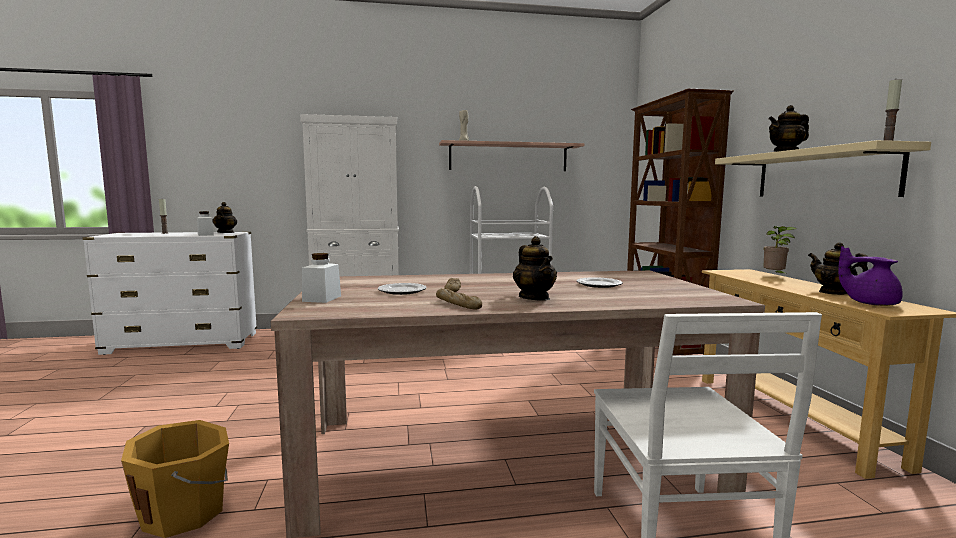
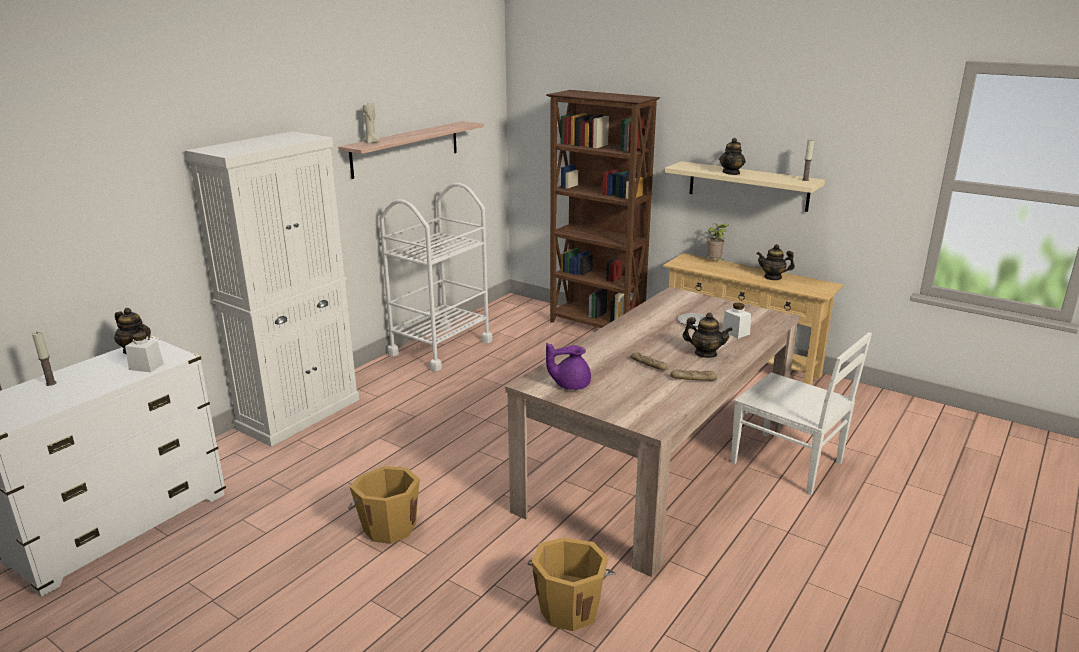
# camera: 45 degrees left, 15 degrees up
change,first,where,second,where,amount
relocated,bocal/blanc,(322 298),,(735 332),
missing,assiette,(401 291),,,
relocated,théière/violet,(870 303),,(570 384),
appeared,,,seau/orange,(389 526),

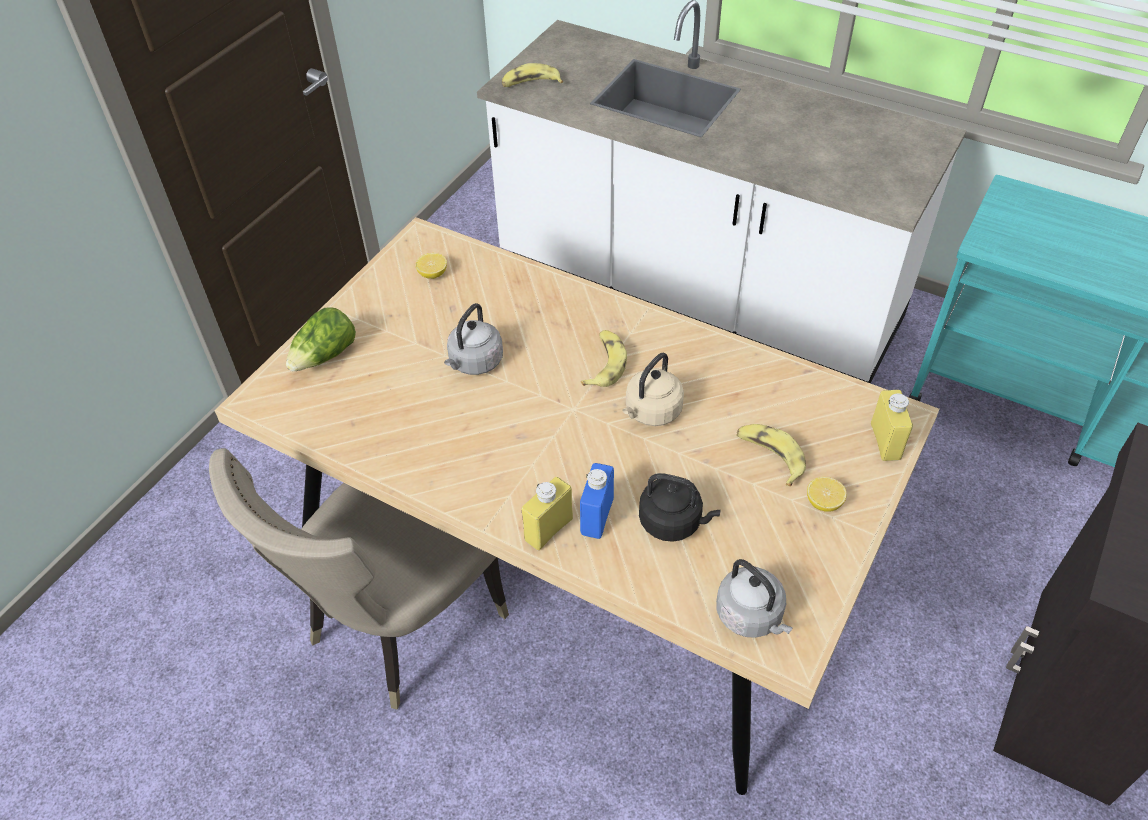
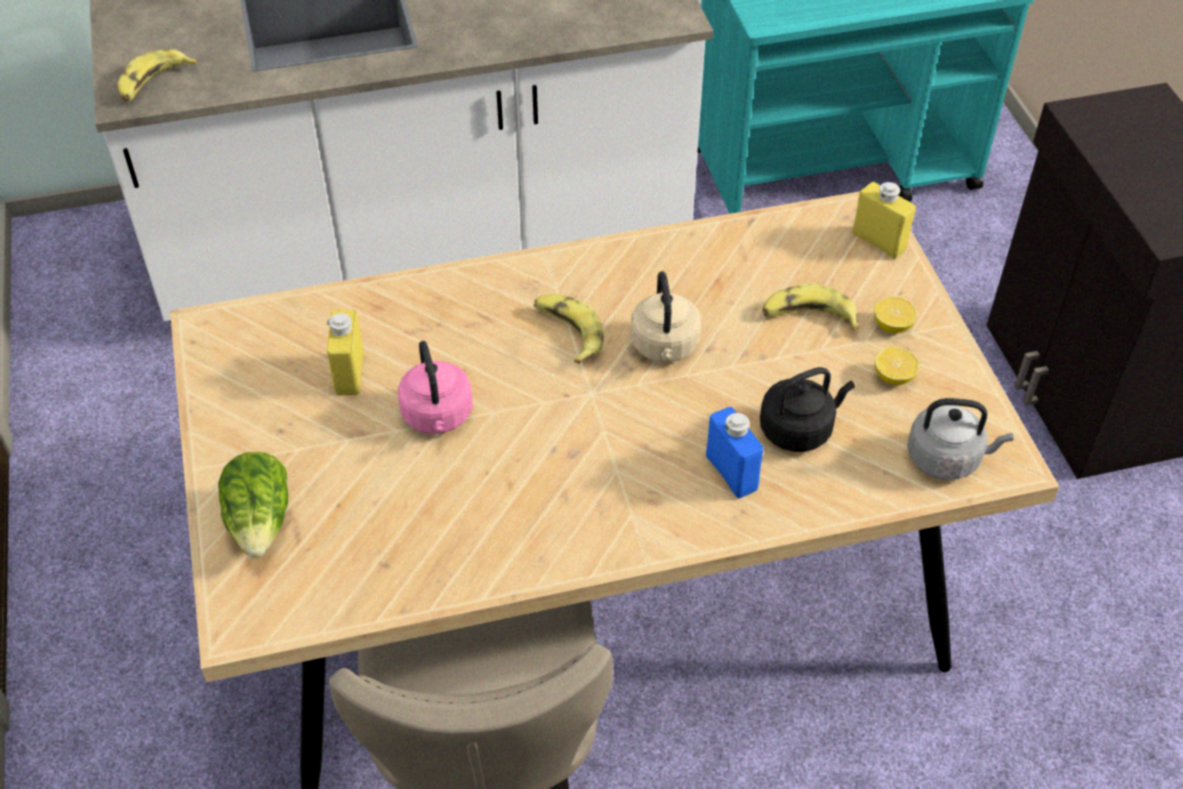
# camera: 45 degrees left, 0 degrees up
change,first,where,second,where,amount
relocated,citron,(433 274),,(894 377),
colour,bouilloire/gris,(474 363),bouilloire/rose,(438 417),
relocated,bouteille/jaune,(548 529),,(349 373),

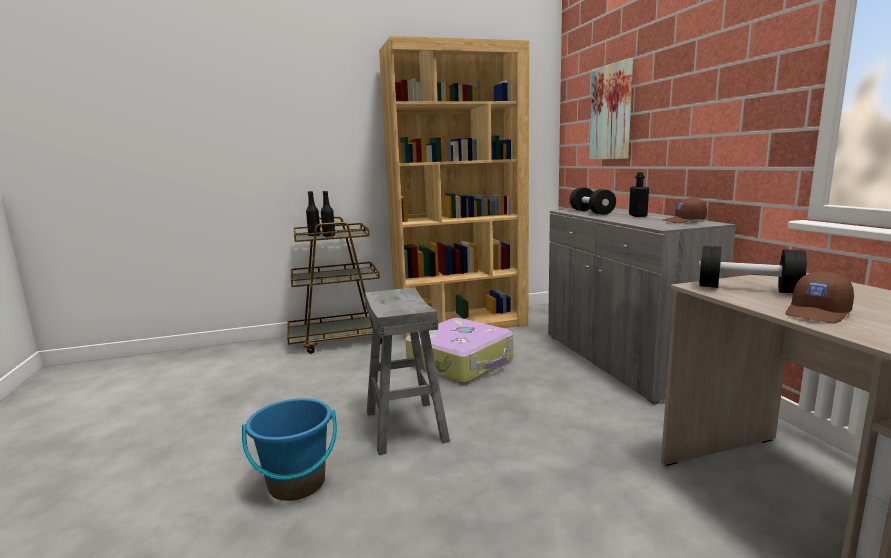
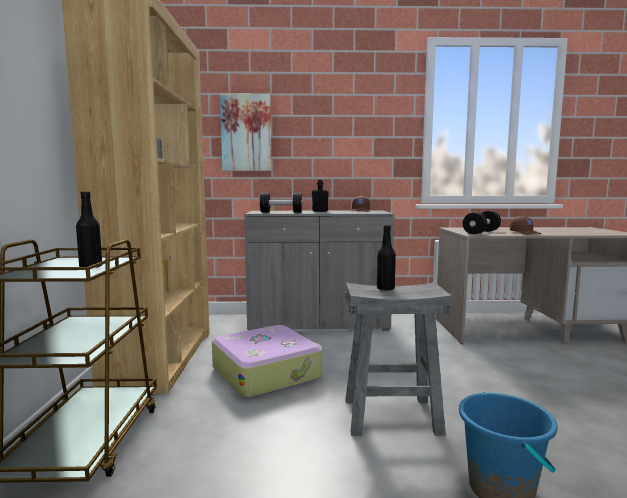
# camera: 75 degrees left, 5 degrees down
change,first,where,second,where,amount
relocated,bouteille/noir,(314 235),,(385 289),

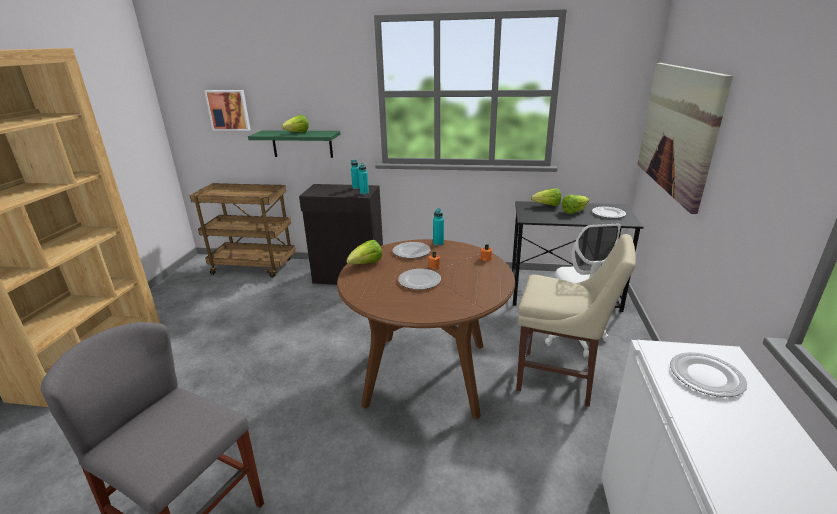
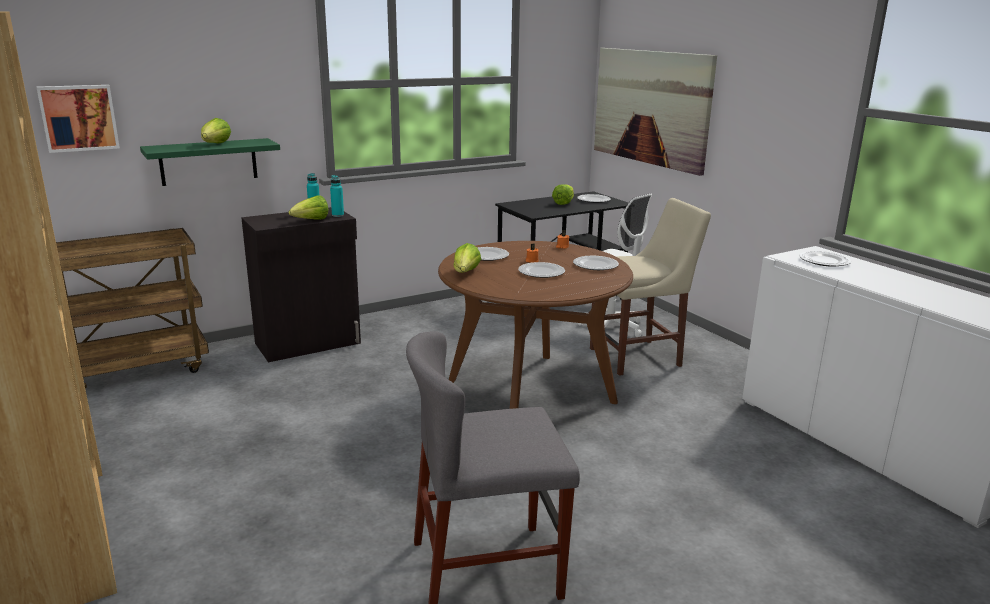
# camera: 40 degrees left, 5 degrees down
change,first,where,second,where,amount
missing,bouteille/turquoise,(438 243),,,
relocated,laitue,(547 206),,(311 220),
appeared,,,assiette,(596 265),

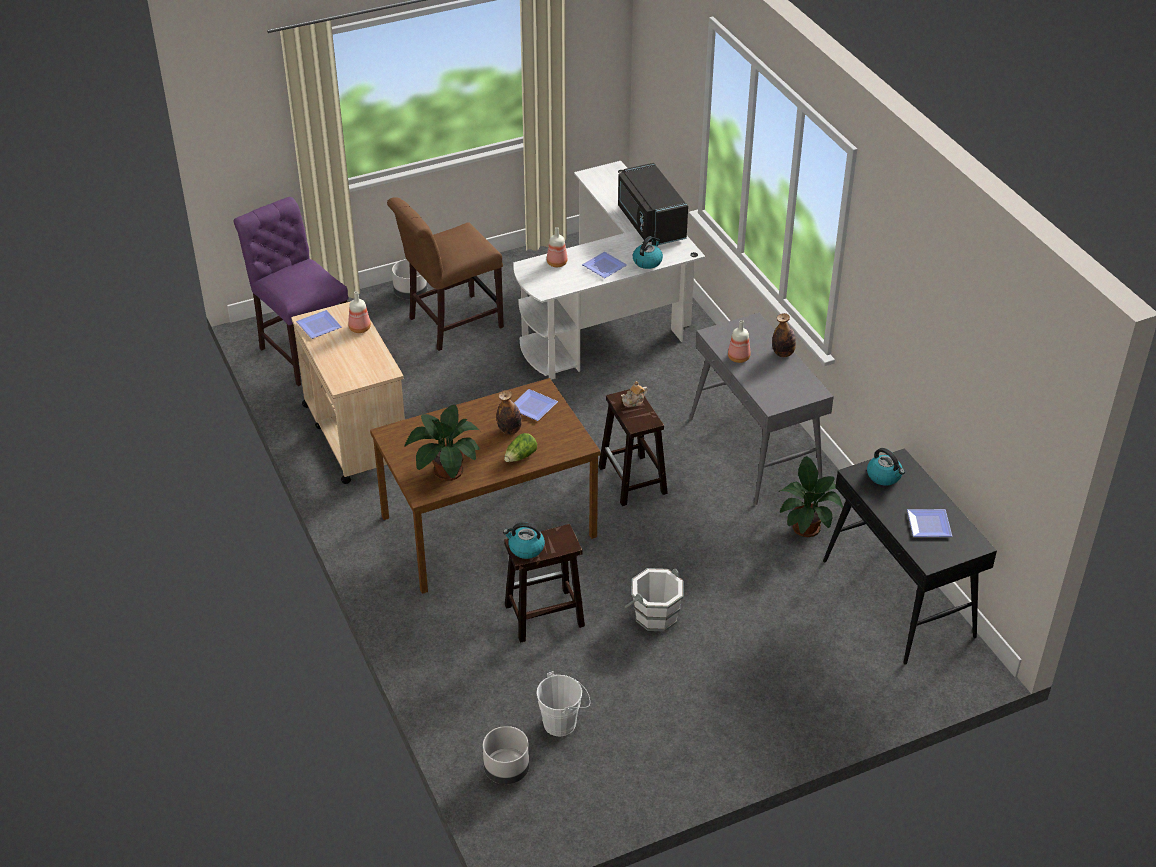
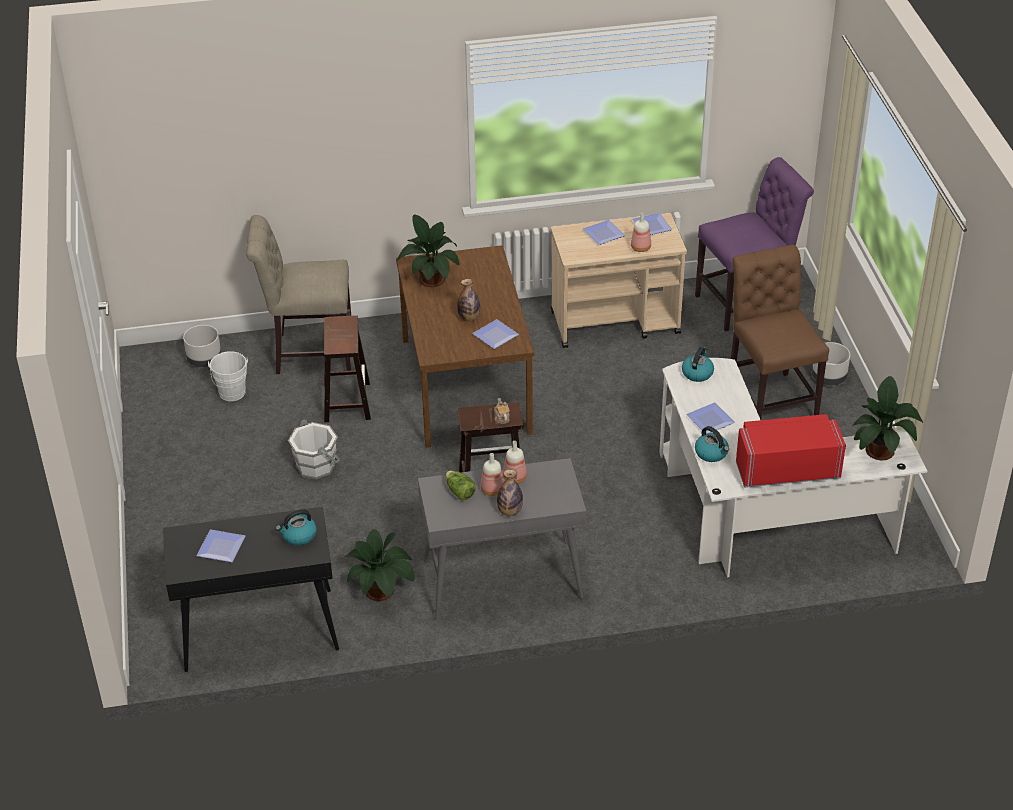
# camera: 105 degrees right, 0 degrees up
change,first,where,second,where,amount
relocated,bouilloire,(525 548),,(697 373),
relocated,laitue,(520 457),,(459 492),
relocated,bouteille,(556 263),,(492 489),
colour,micro-ondes/noir,(650 223),micro-ondes/rouge,(786 469),
appeared,,,chaise/beige,(308 352),
appeared,,,assiette,(603 235),
appeared,,,plante en pot,(881 449),

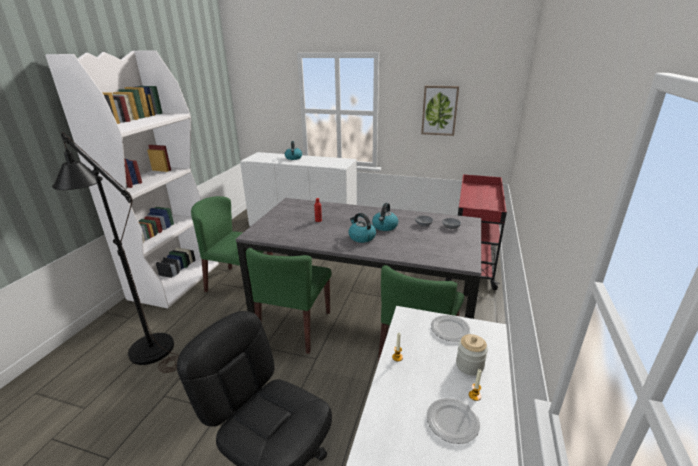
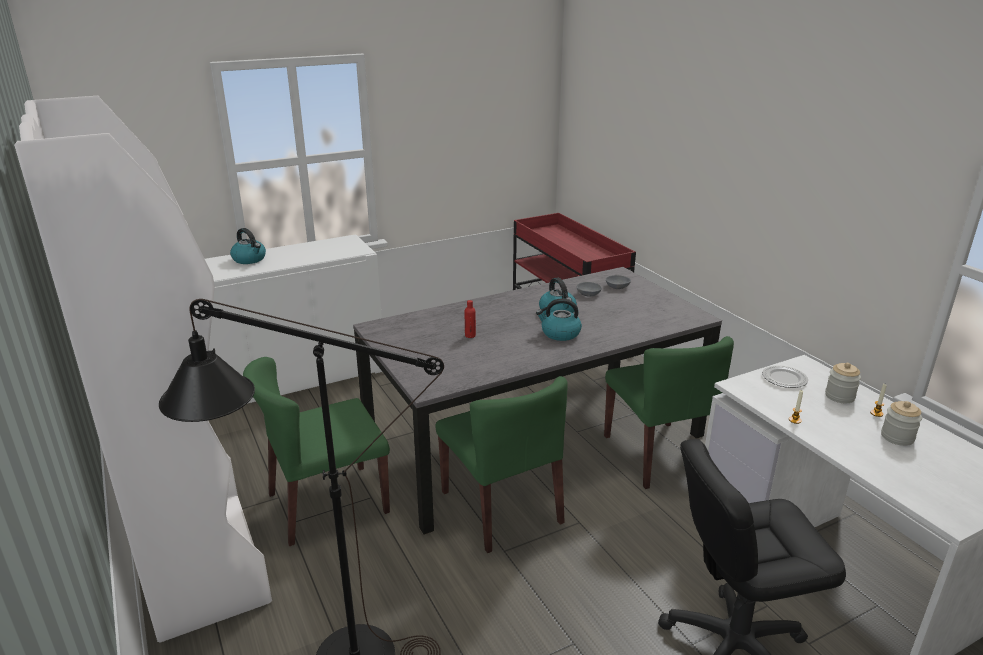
# camera: 45 degrees left, 0 degrees up
change,first,where,second,where,amount
missing,tableau,(439 110),,,
exchanged,assiette,(453 422),bocal,(897 437),

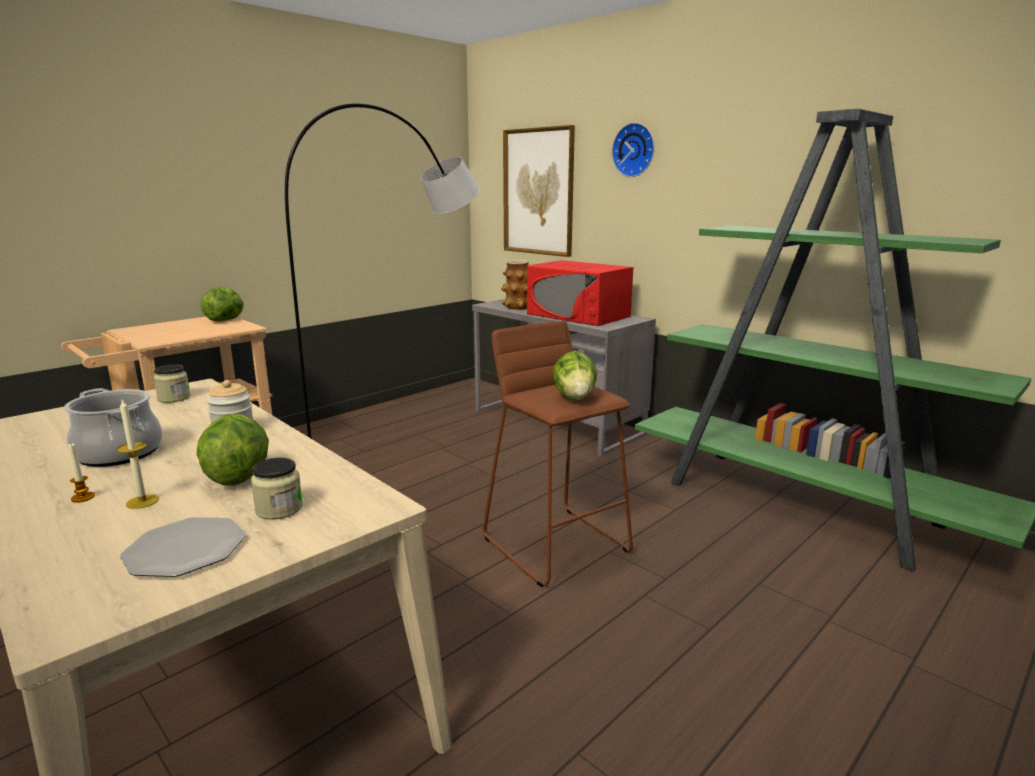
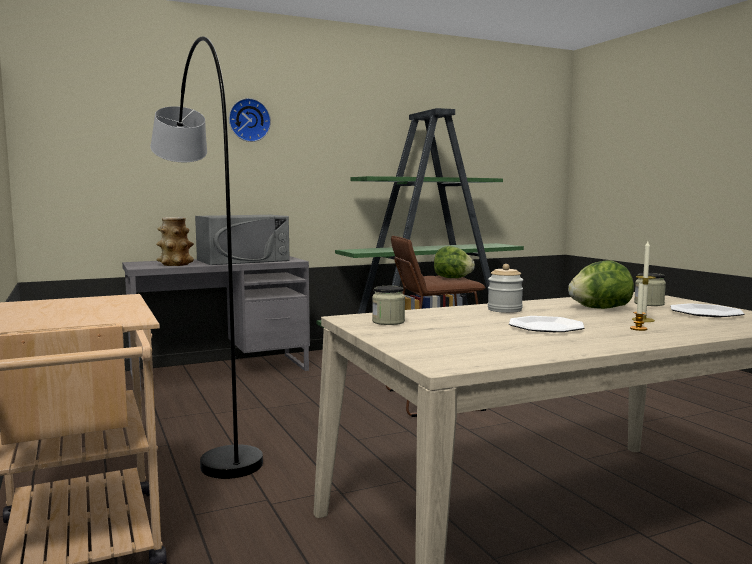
# camera: 70 degrees left, 10 degrees down
change,first,where,second,where,amount
exchanged,marmite,(119 453),assiette,(546 327),
missing,laitue,(226 320),,,
missing,tableau,(538 192),,,
colour,micro-ondes/rouge,(578 315),micro-ondes/gris,(243 260),

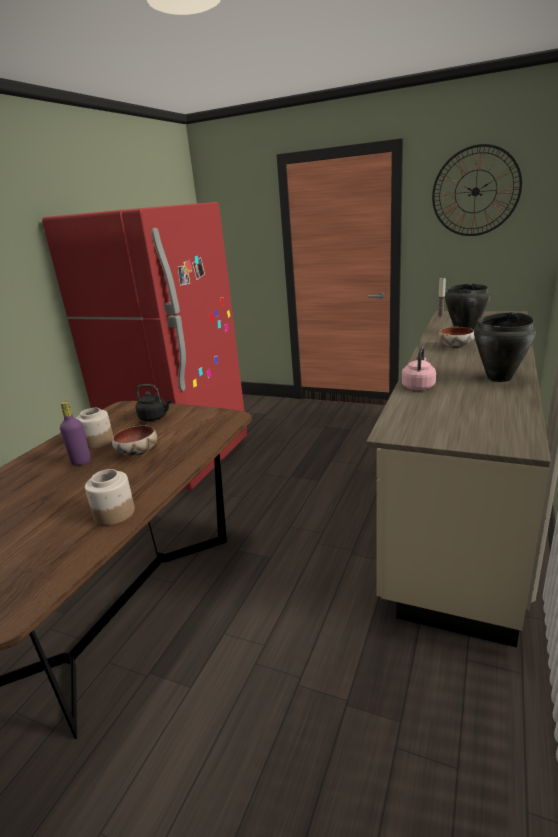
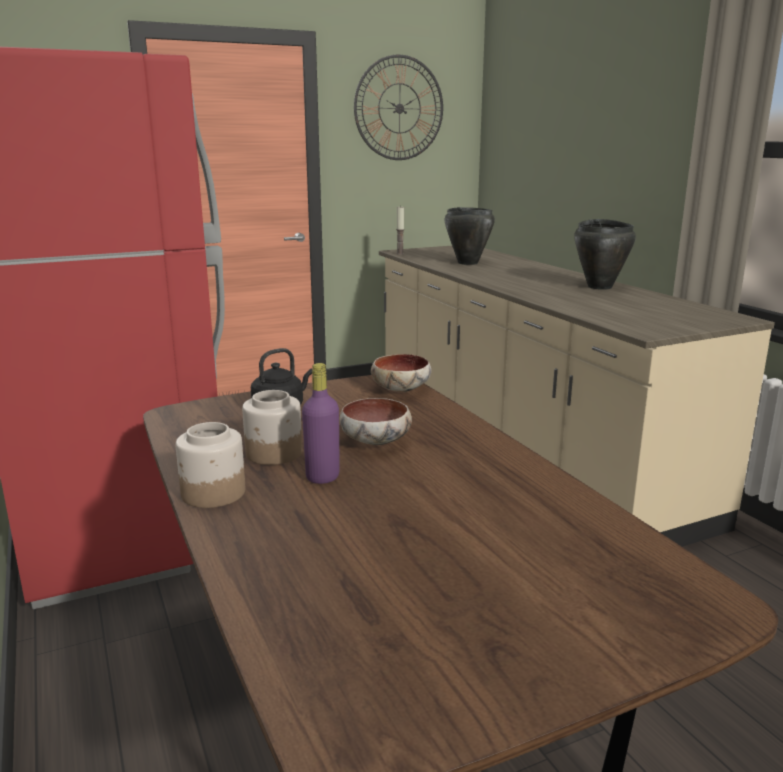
# camera: 50 degrees left, 5 degrees down
change,first,where,second,where,amount
relocated,bocal,(114 513),,(213 493),
missing,bouilloire/rose,(418 386),,,
relocated,bol,(456 346),,(400 389),

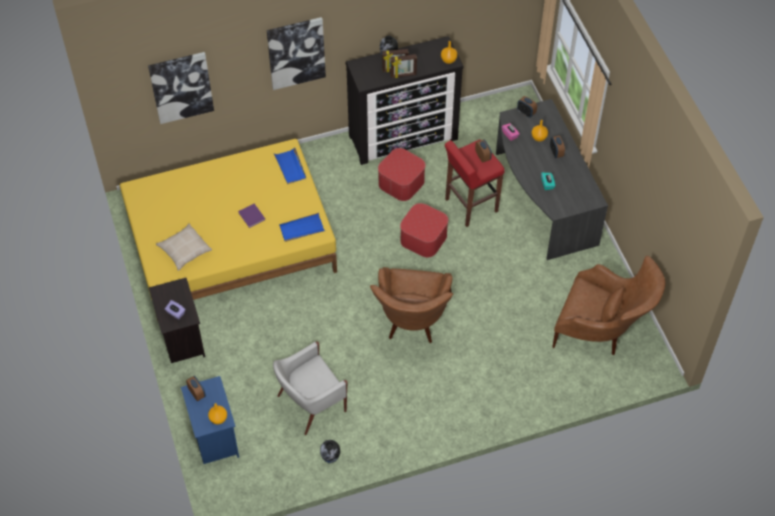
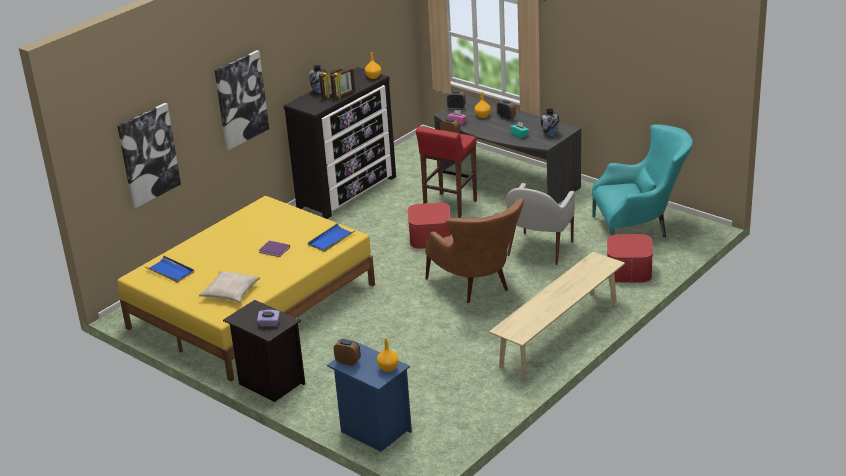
# camera: 30 degrees left, 25 degrees down
change,first,where,second,where,amount
relocated,fauteuil/blanc,(310 404),,(539 249),
relocated,plateau/bleu,(290 167),,(170 271),
relocated,vase,(330 458),,(550 134),
relocated,pouf,(401 182),,(629 270),
colour,fauteuil/marron,(602 331),fauteuil/turquoise,(640 229),
appeared,,,banc/beige,(559 333),

